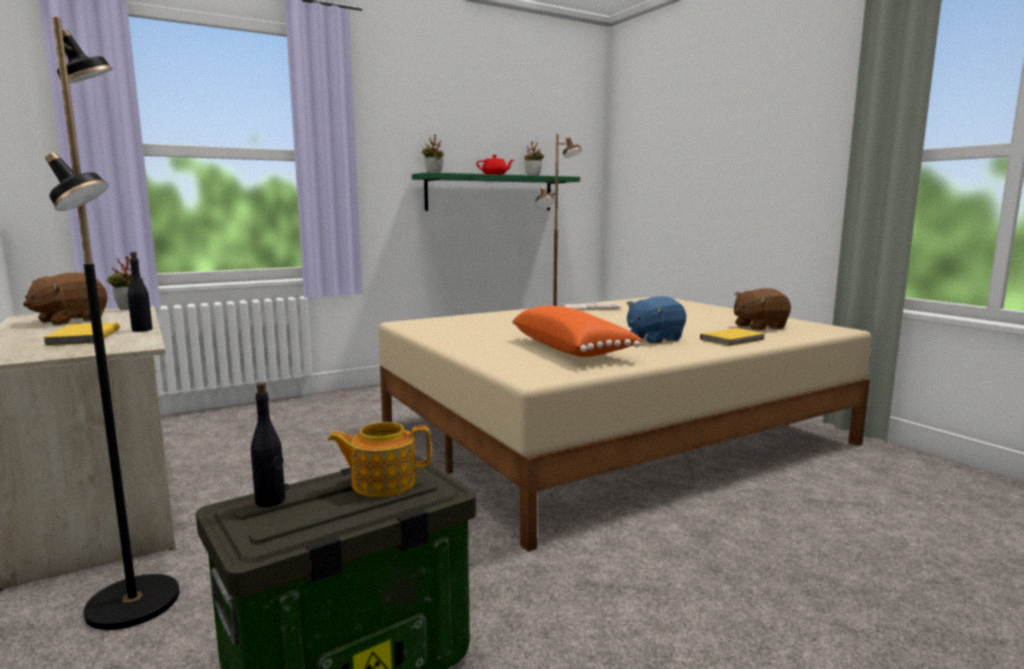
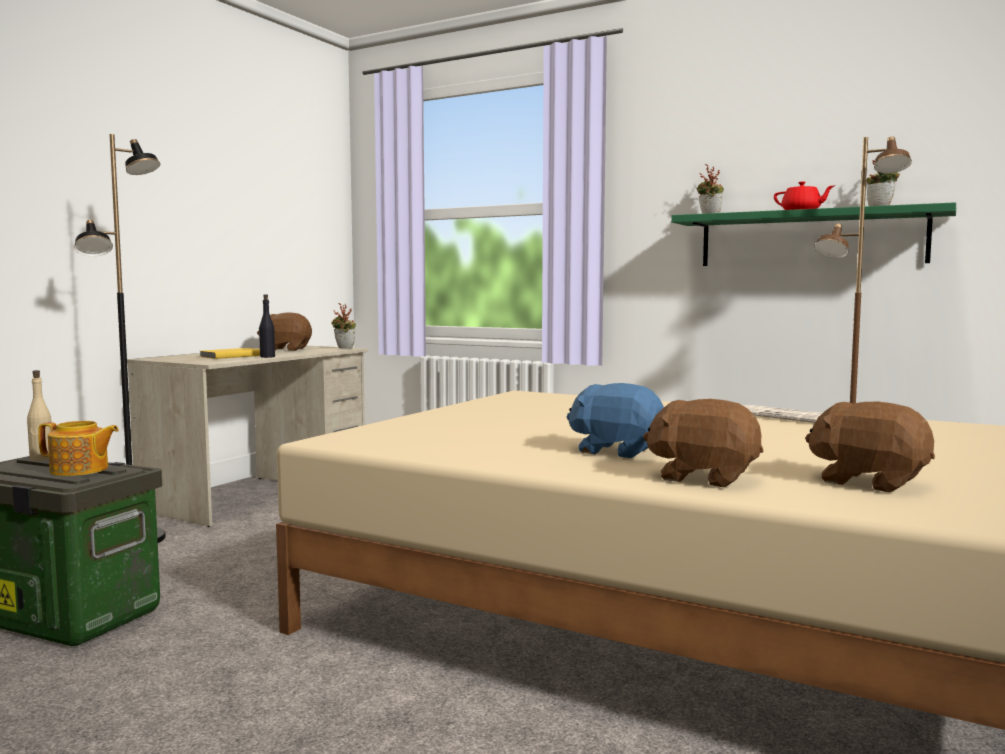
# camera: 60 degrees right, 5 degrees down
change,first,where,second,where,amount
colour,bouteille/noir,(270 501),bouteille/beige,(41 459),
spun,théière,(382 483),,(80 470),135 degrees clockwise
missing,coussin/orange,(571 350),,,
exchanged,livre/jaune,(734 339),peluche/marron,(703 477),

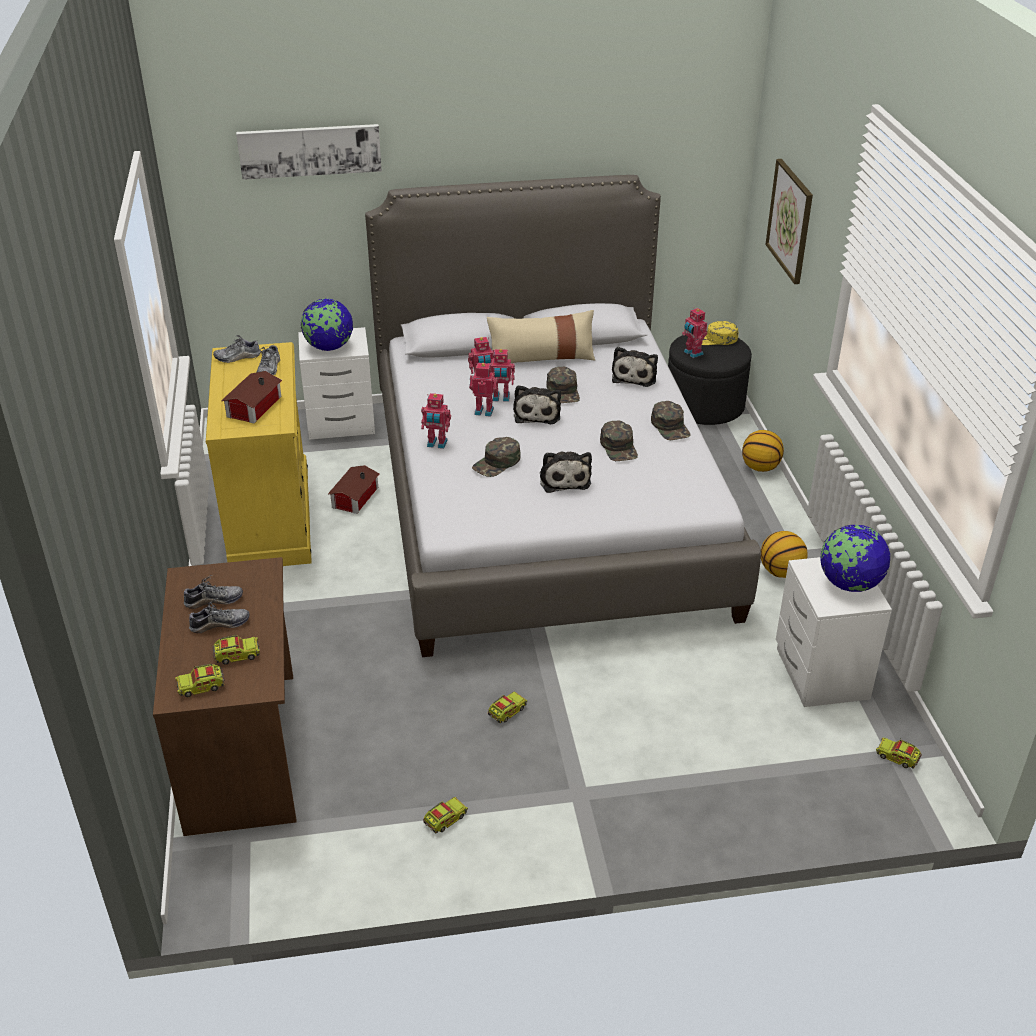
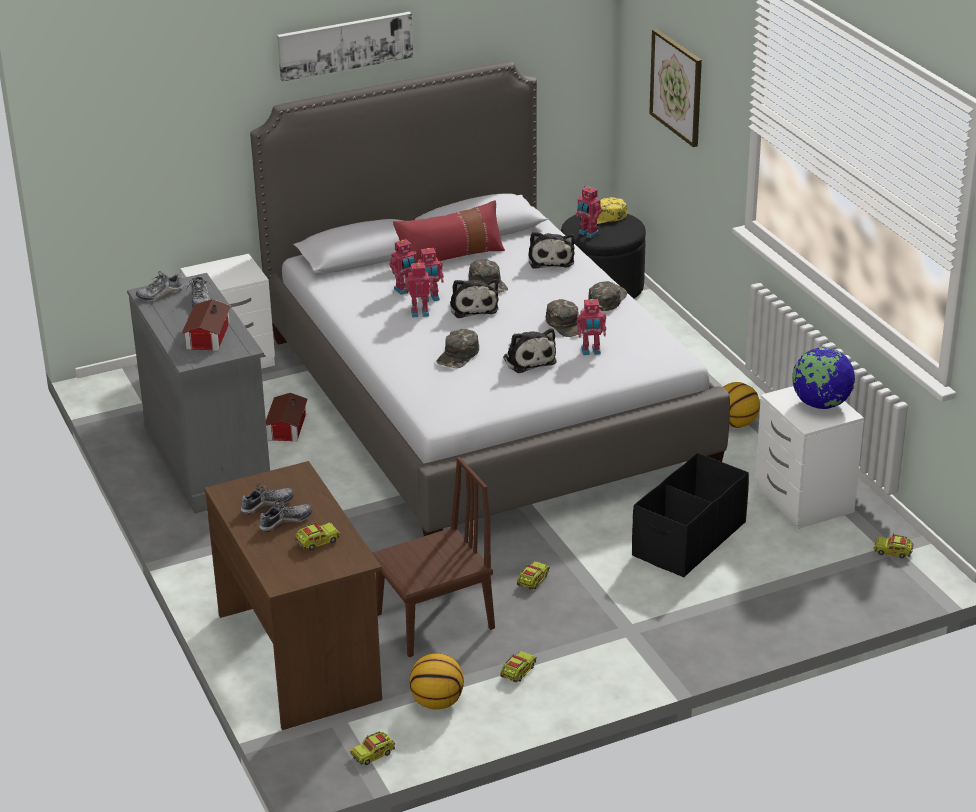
# camera: 15 degrees left, 5 degrees down
change,first,where,second,where,amount
relocated,camion jouet,(201 686),,(373 754),
colour,commode/jaune,(271 516),commode/gris,(208 458),
relocated,tableau,(310 150),,(345 45),
missing,globe,(329 347),,,
relocated,robot jouet,(436 444),,(591 351),
colour,coussin/beige,(541 358),coussin/rouge,(450 256),
spun,casquette/vert,(670 427),,(606 299),120 degrees counterclockwise
relocated,ballon de basket,(760 467),,(437 702),
appeared,,,chaise/marron,(434 621),
appeared,,,boîte de rangement/noir,(688 539),

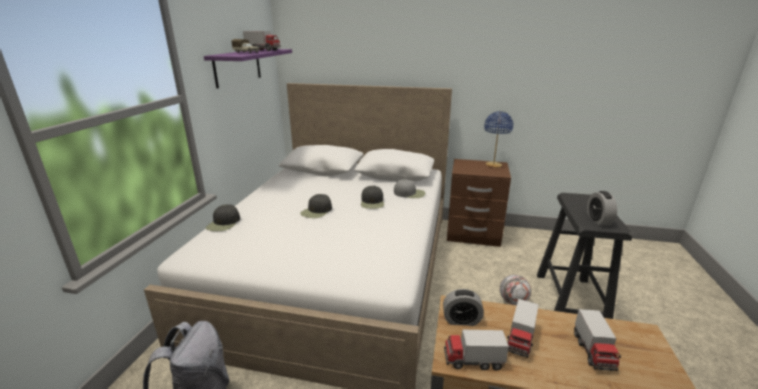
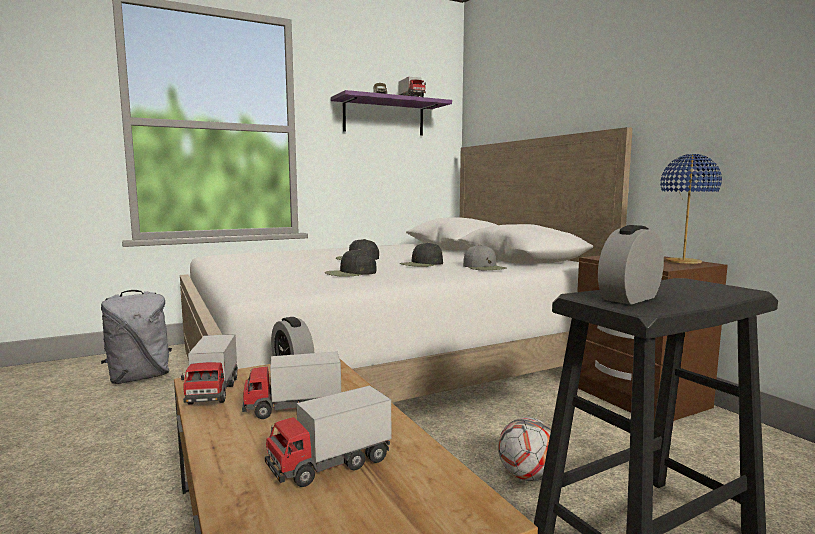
# camera: 50 degrees right, 15 degrees down
change,first,where,second,where,amount
relocated,casquette/noir,(224 223),,(350 273),
spun,camion jouet,(473 361),,(213 392),150 degrees counterclockwise

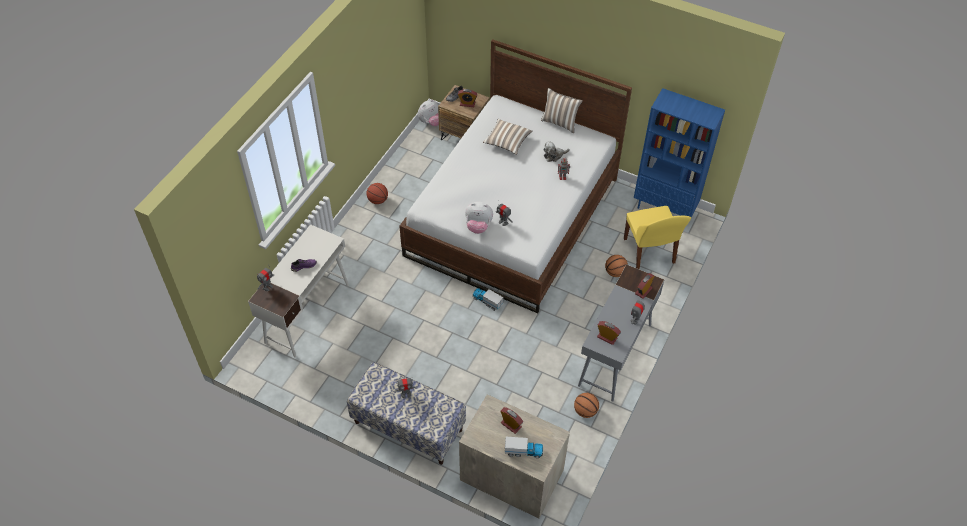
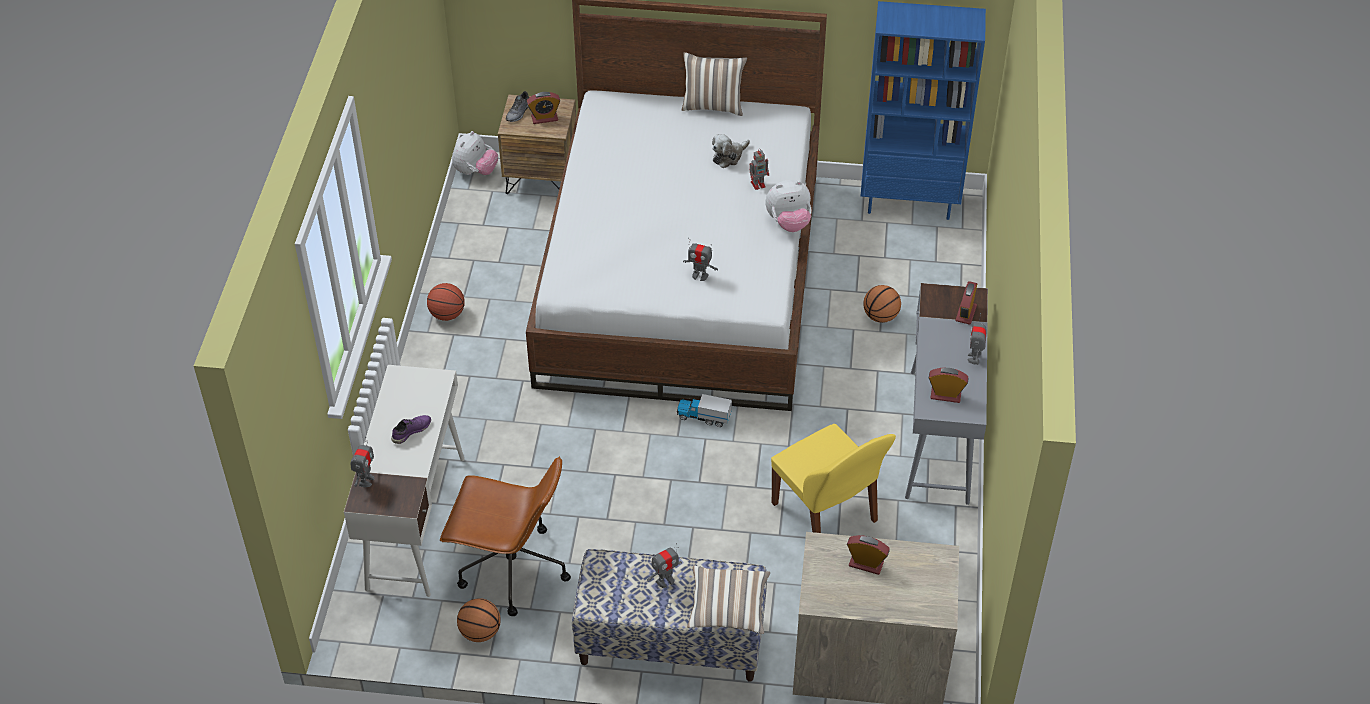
# camera: 20 degrees left, 5 degrees down
change,first,where,second,where,amount
relocated,peluche,(478 226),,(788 223),
relocated,coussin,(507 142),,(728 608),
missing,camion jouet,(523 451),,,
relocated,ballon de basket,(585 411),,(480 632),
relocated,chaise/jaune,(649 252),,(826 514),
appeared,,,chaise de bureau/marron,(511 569),

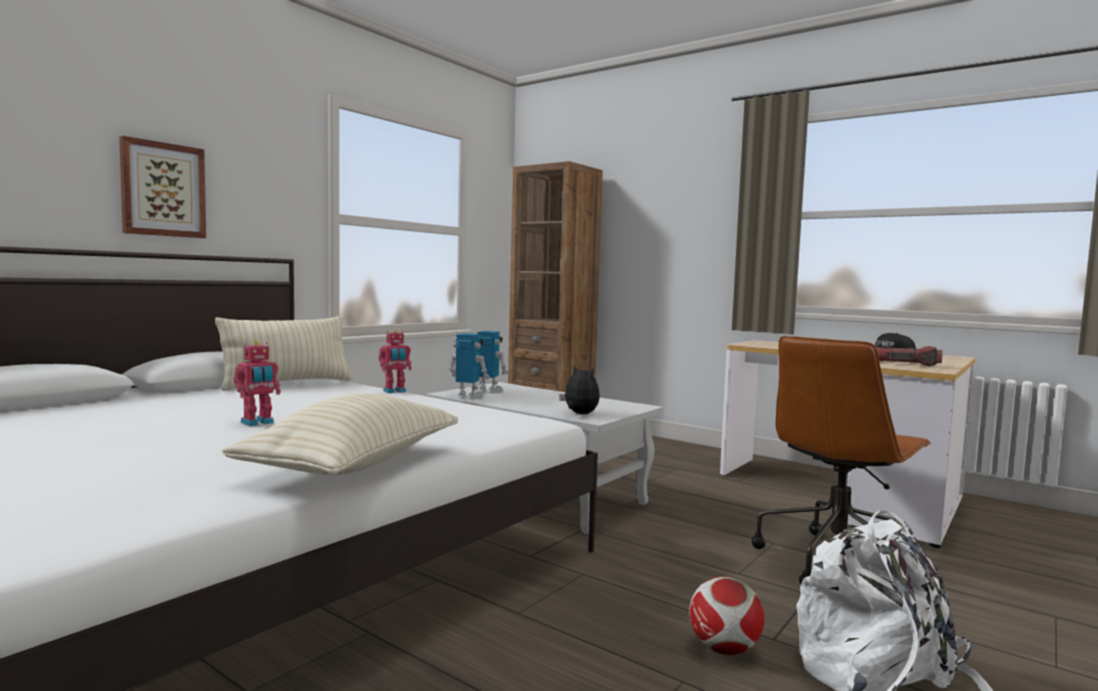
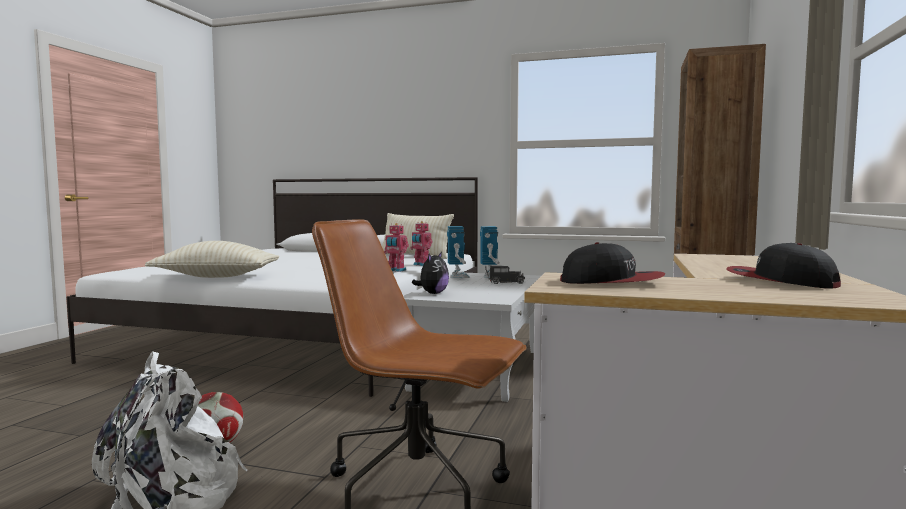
# camera: 70 degrees right, 0 degrees up
change,first,where,second,where,amount
missing,tableau,(163 189),,,
relocated,robot jouet,(258 423),,(396 270),
exchanged,lampe de poche,(905 364),casquette,(611 282),
appeared,,,camion jouet,(504 282),

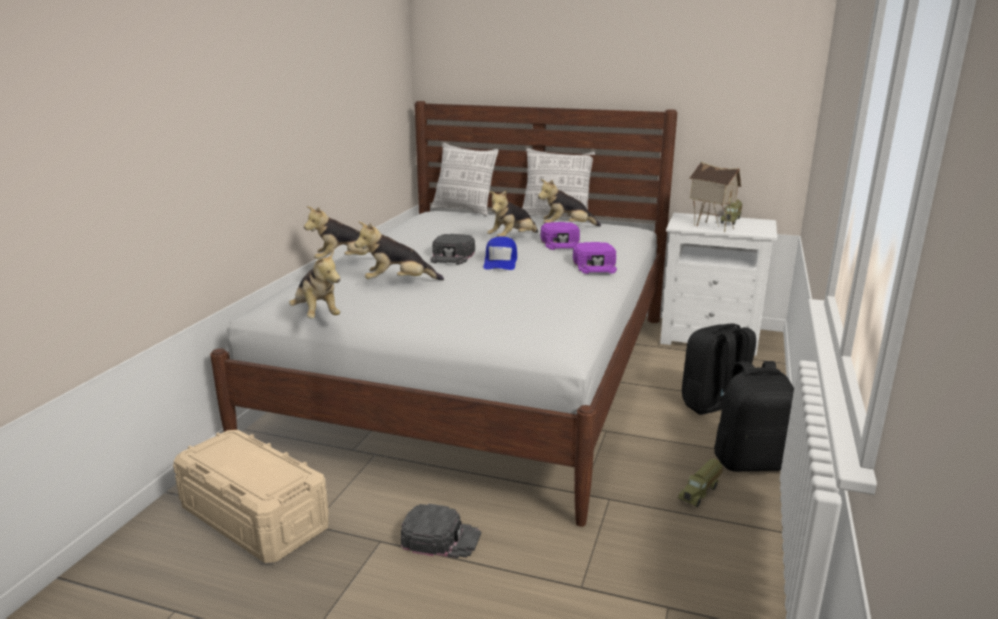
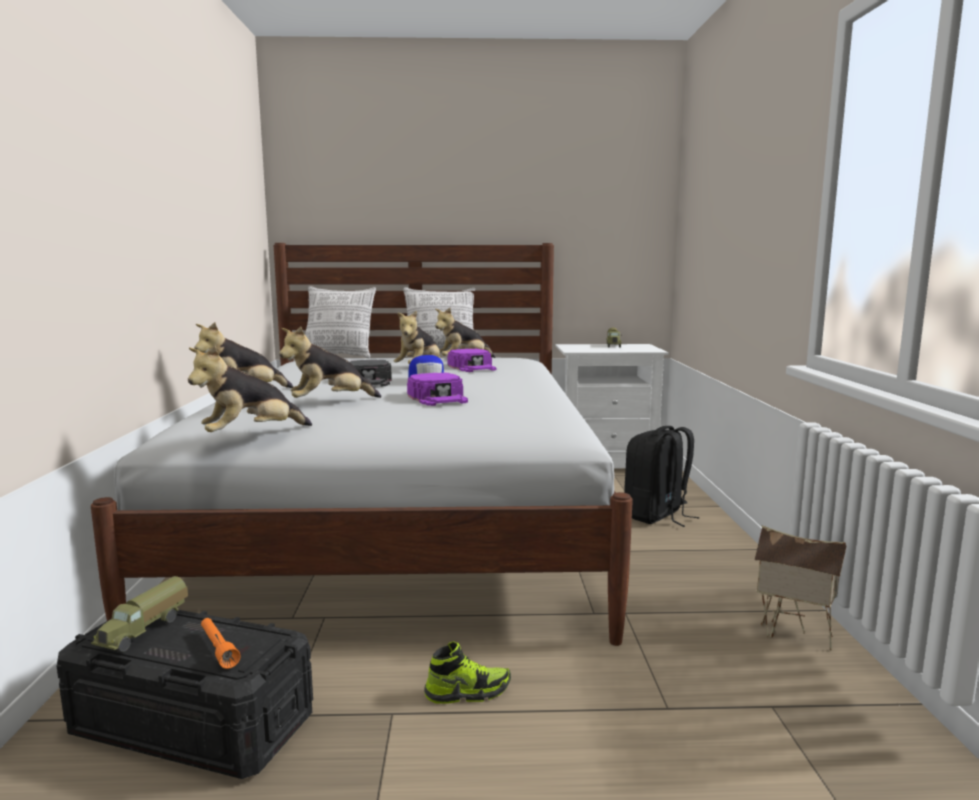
# camera: 20 degrees left, 10 degrees down
change,first,where,second,where,amount
colour,boîte de rangement/beige,(254 517),boîte de rangement/noir,(192 724),
spun,peluche,(316 315),,(251 435),105 degrees clockwise
exchanged,casquette/noir,(441 538),chaussure,(468 692),
relocated,casquette/violet,(595 264),,(438 398),
relocated,camion jouet,(700 492),,(145 631),
relocated,maison miniature,(710 227),,(793 636),
missing,sac à dos/noir,(752 461),,,
appeared,,,lampe de poche/orange,(218 648),

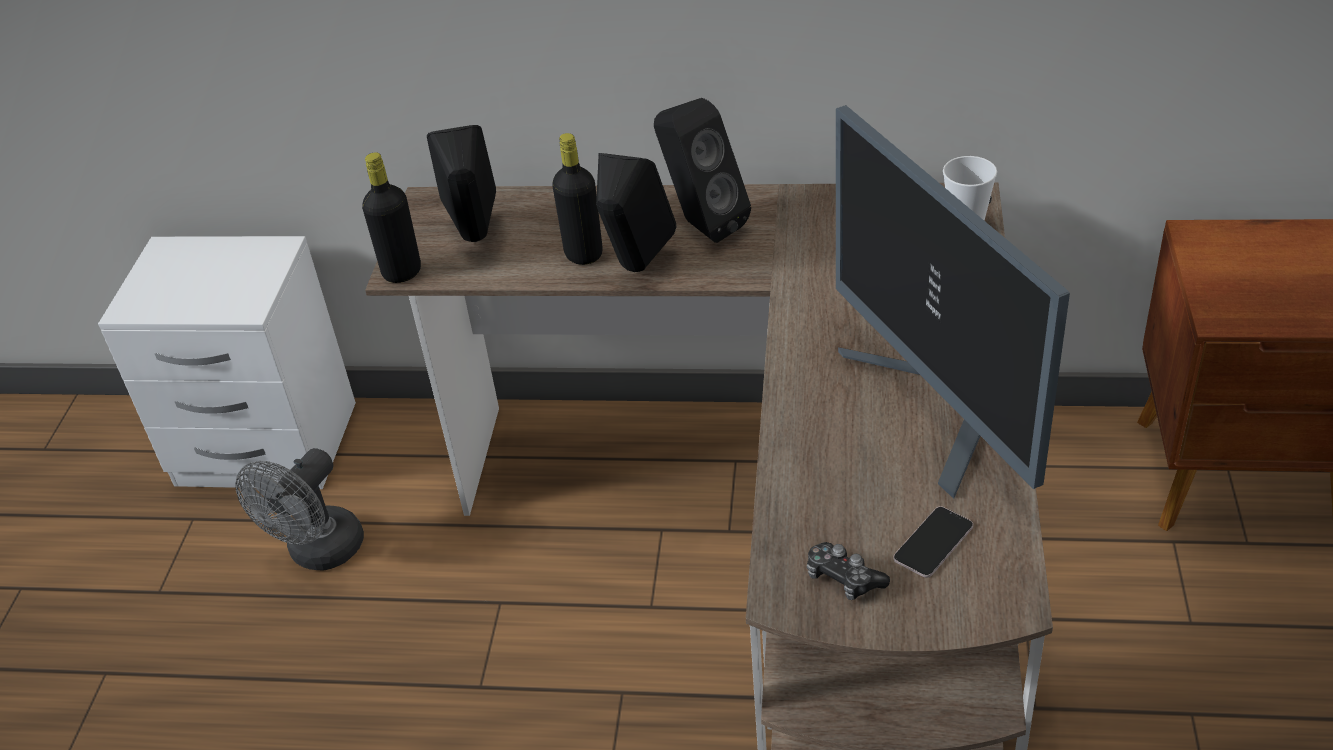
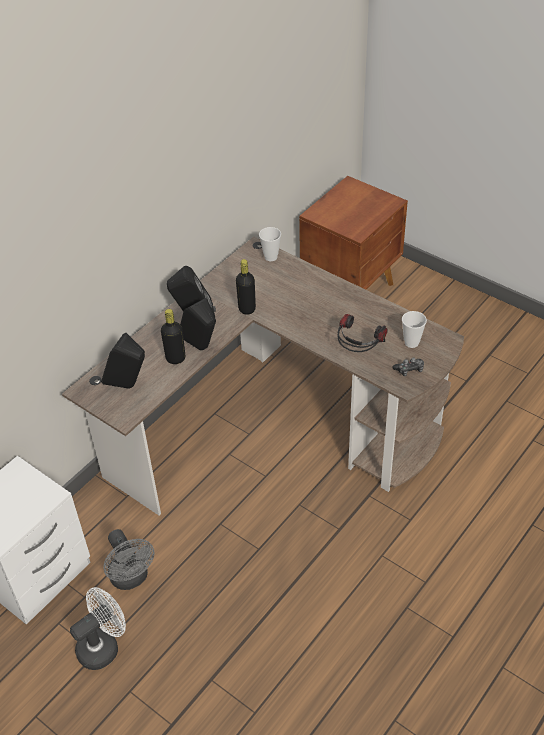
# camera: 60 degrees left, 5 degrees up
change,first,where,second,where,amount
relocated,bouteille/noir,(402 272),,(247 309),
missing,écran d'ordinateur,(939 410),,,
exchanged,téléphone,(933 543),tasse,(411 343),
appeared,,,ventilateur/blanc,(103 646),
appeared,,,casque audio,(358 352),

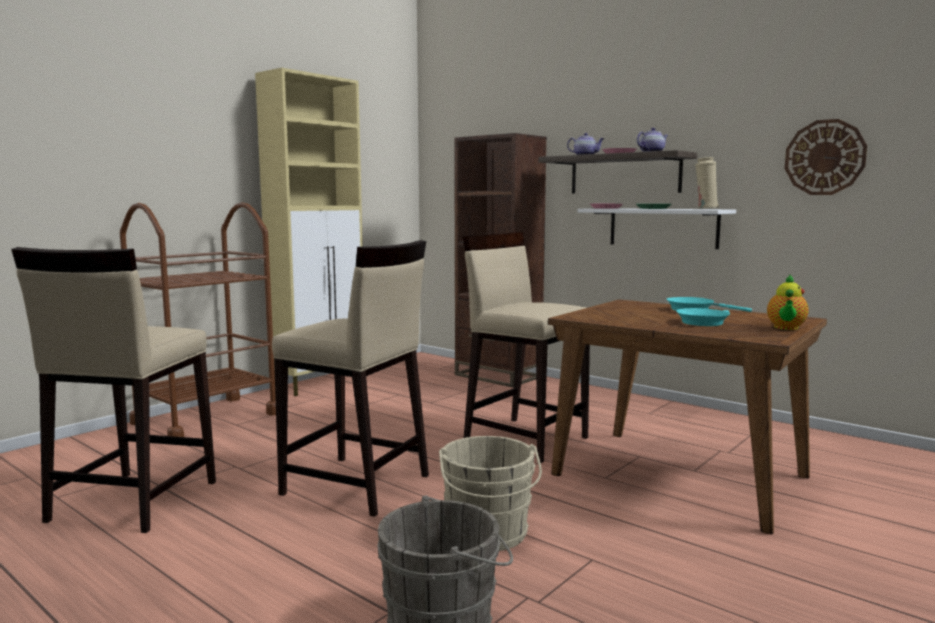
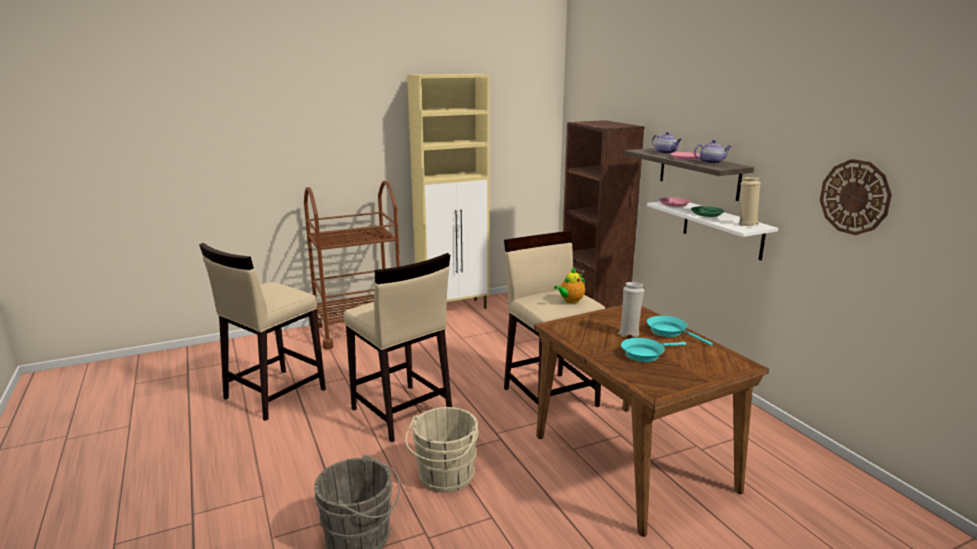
# camera: 25 degrees right, 10 degrees up
change,first,where,second,where,amount
relocated,théière,(786 328),,(570 301),
appeared,,,vase/blanc,(629 333),

